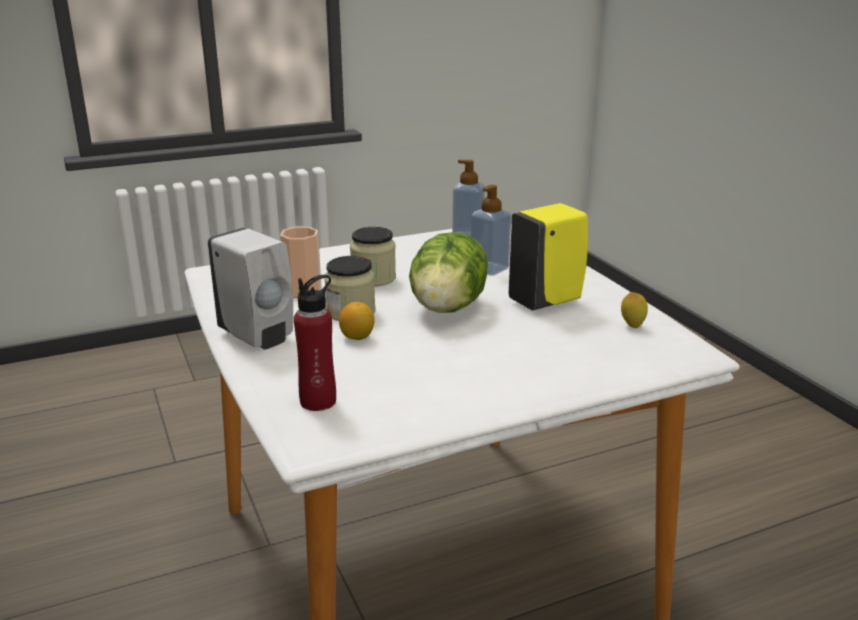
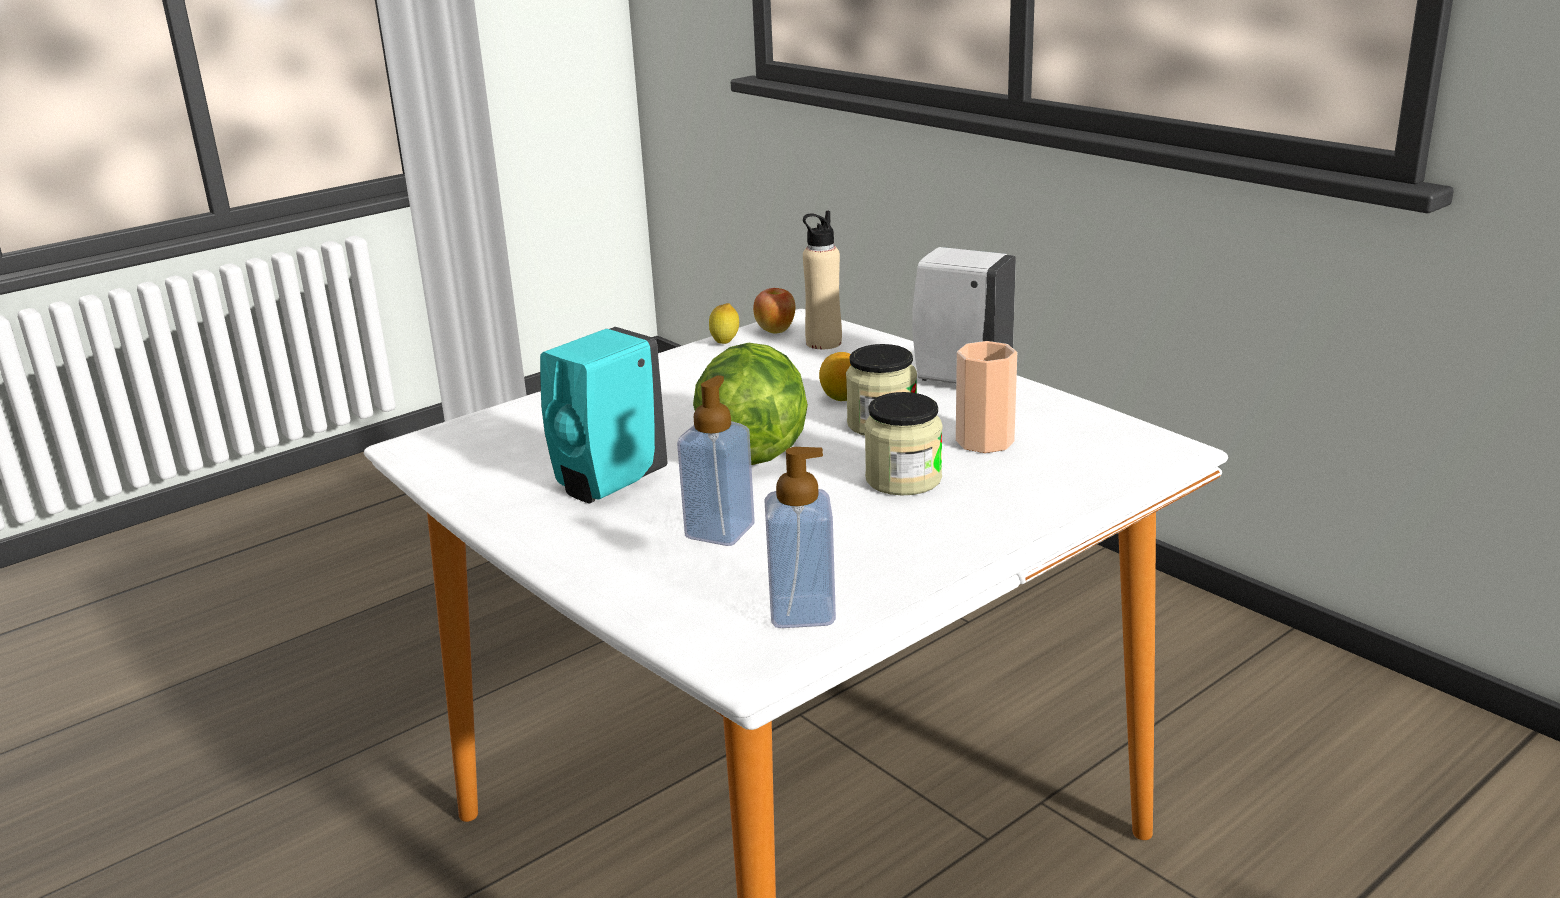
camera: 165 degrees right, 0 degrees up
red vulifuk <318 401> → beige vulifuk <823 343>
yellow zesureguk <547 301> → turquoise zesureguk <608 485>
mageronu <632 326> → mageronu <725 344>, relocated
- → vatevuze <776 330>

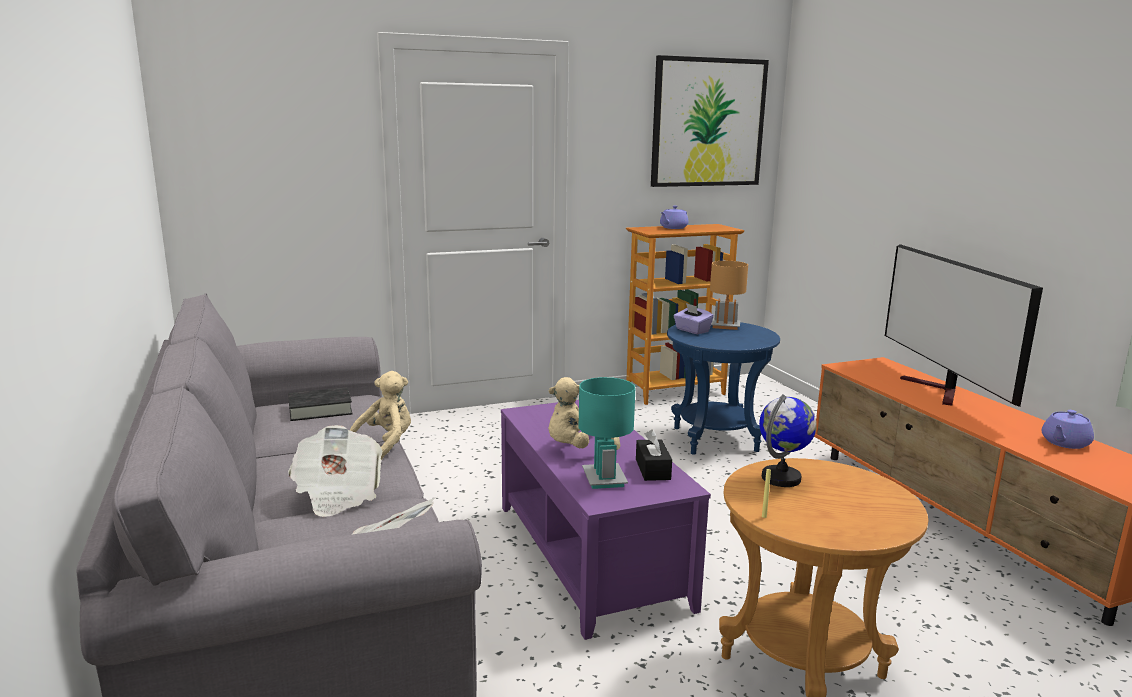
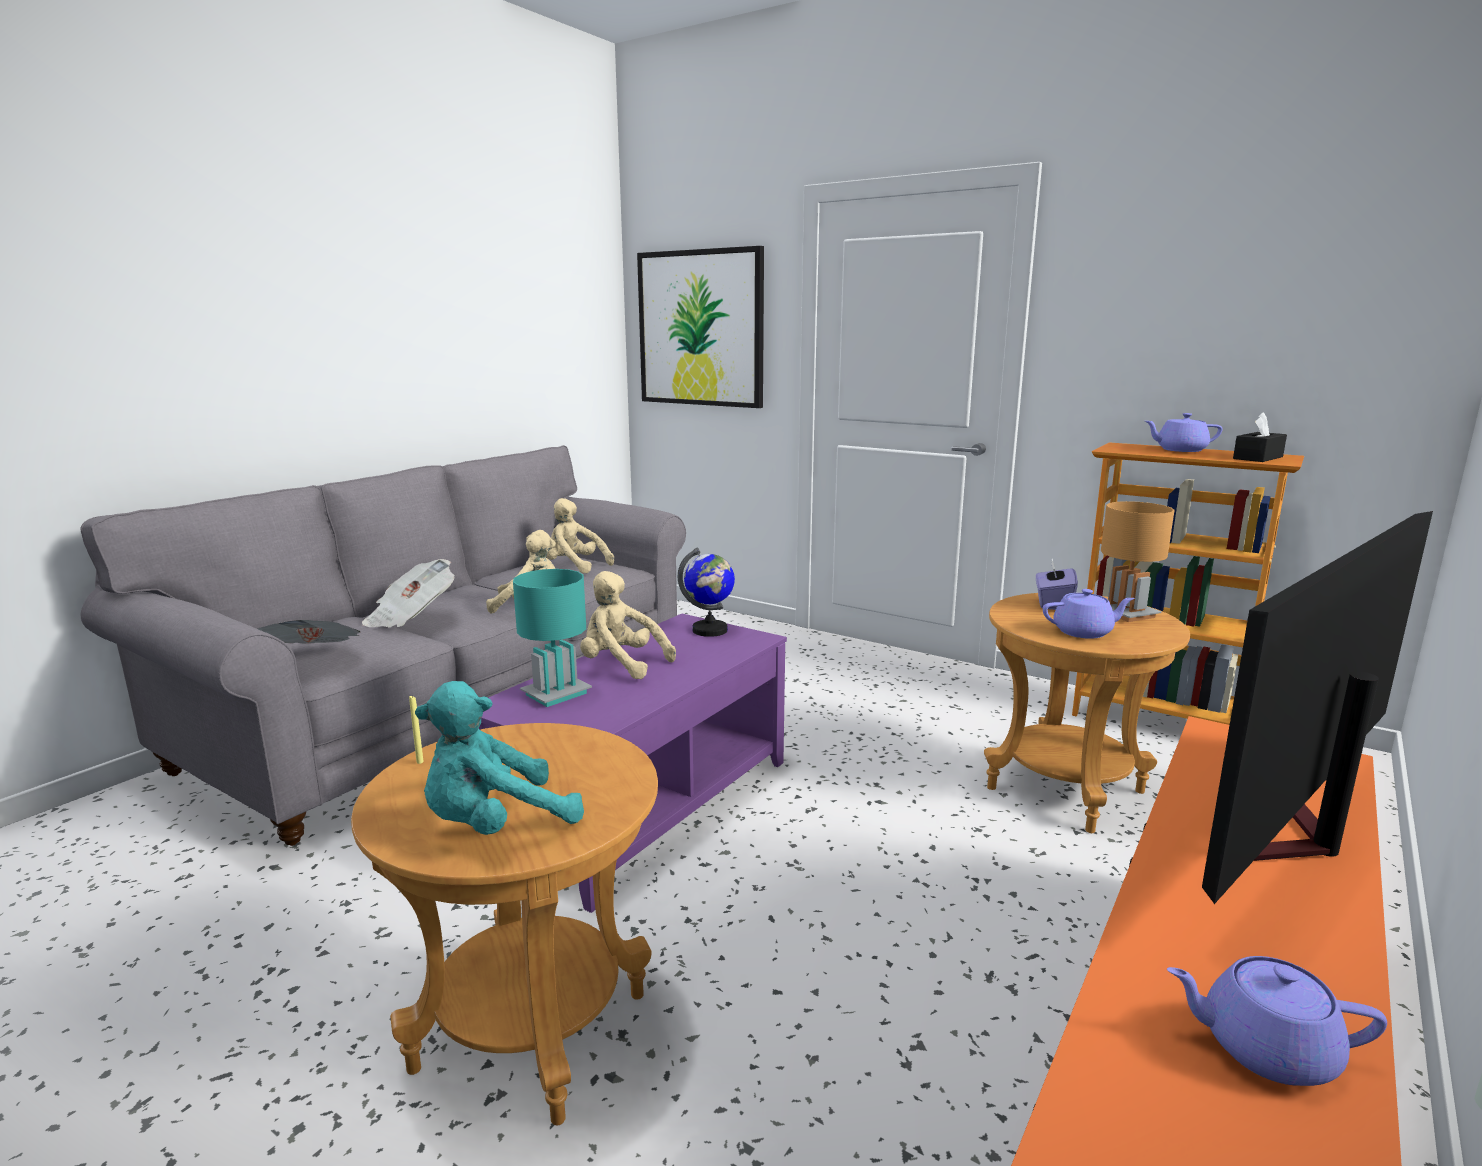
camera: 55 degrees right, 0 degrees up
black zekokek <320 409> → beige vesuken <574 567>
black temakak <652 469> → black temakak <1258 458>, relocated
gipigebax <708 123> → gipigebax <701 328>, relocated
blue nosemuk <715 439> → brown nosemuk <1065 789>
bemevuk <781 478> → bemevuk <710 630>, relocated
- → turquoise vesuken <495 825>
- → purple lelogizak <1084 632>

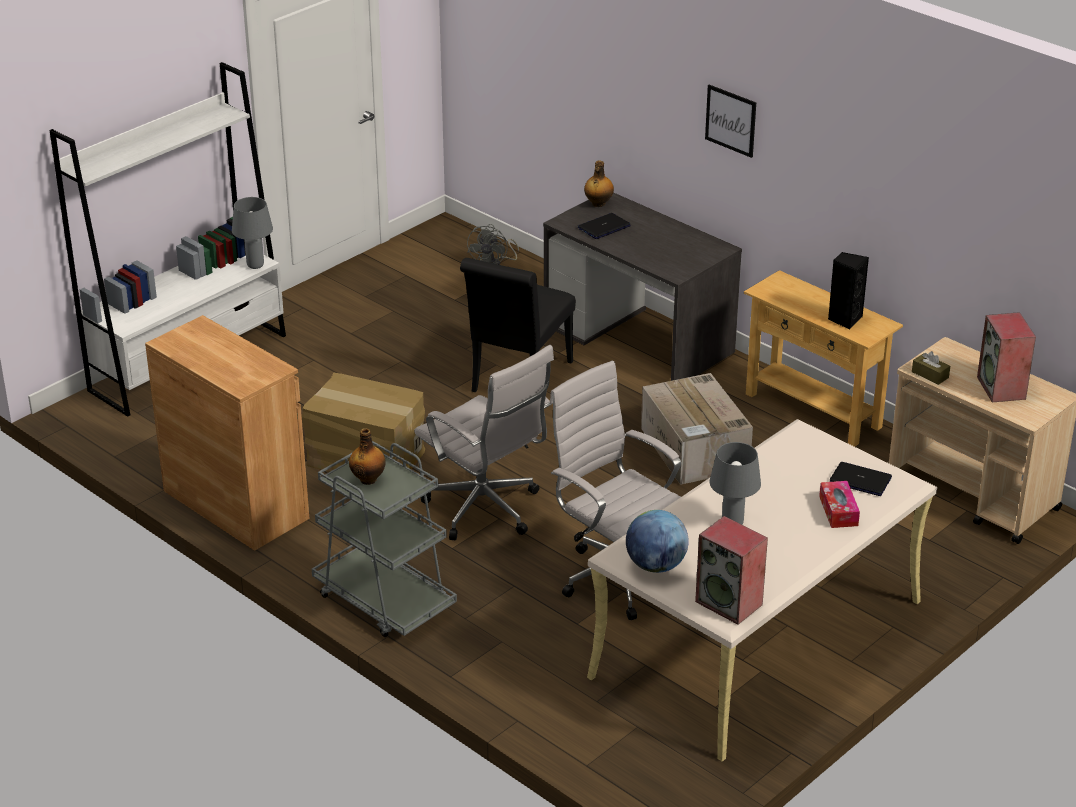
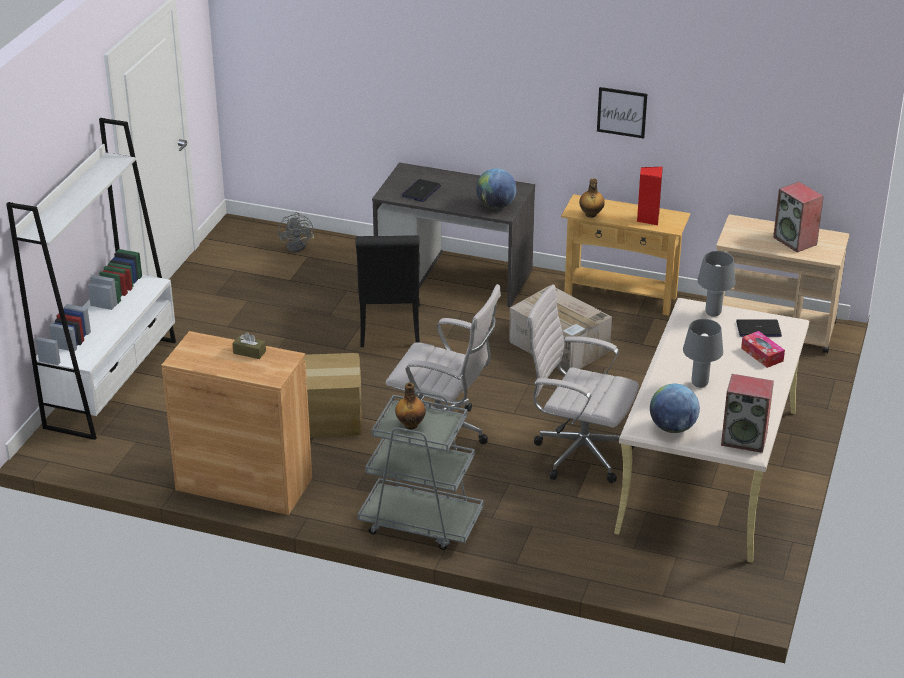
camera: 25 degrees left, 0 degrees up
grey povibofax <256 265> → grey povibofax <713 313>, relocated
vulifuk <598 204> → vulifuk <591 215>, relocated
gipigebax <731 120> → gipigebax <622 112>, relocated
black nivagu <844 319> → red nivagu <648 219>
brown temakak <930 375> → brown temakak <249 352>, relocated
- → bemevuk <495 206>

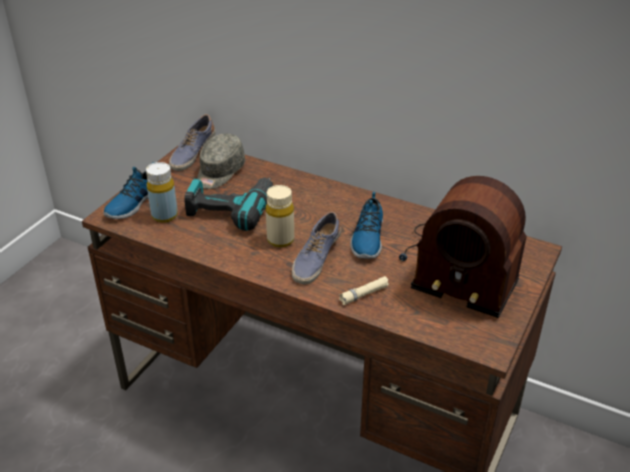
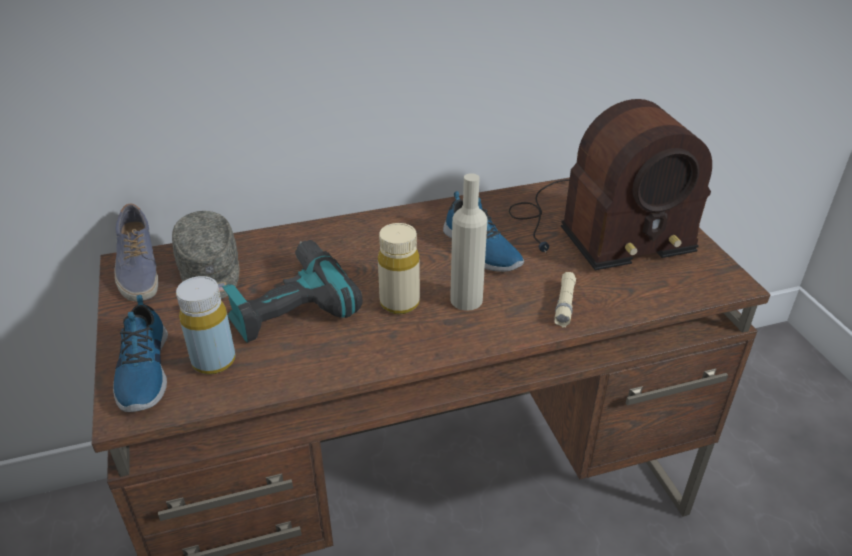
camera: 45 degrees left, 0 degrees up
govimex <315 259> → beige vulifuk <466 300>

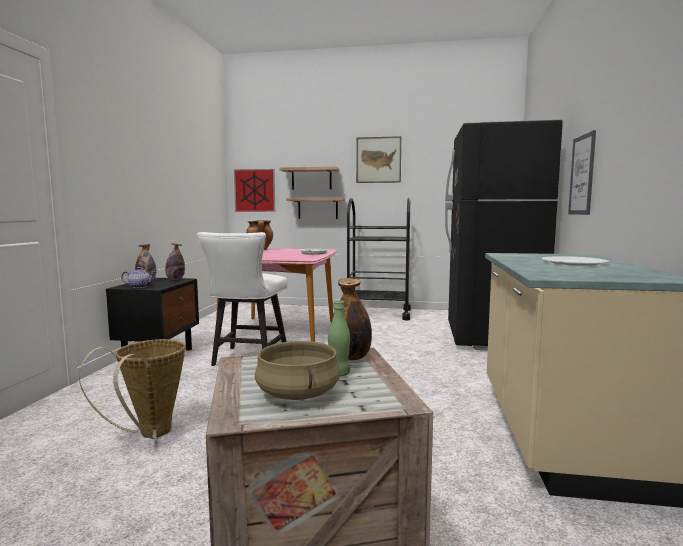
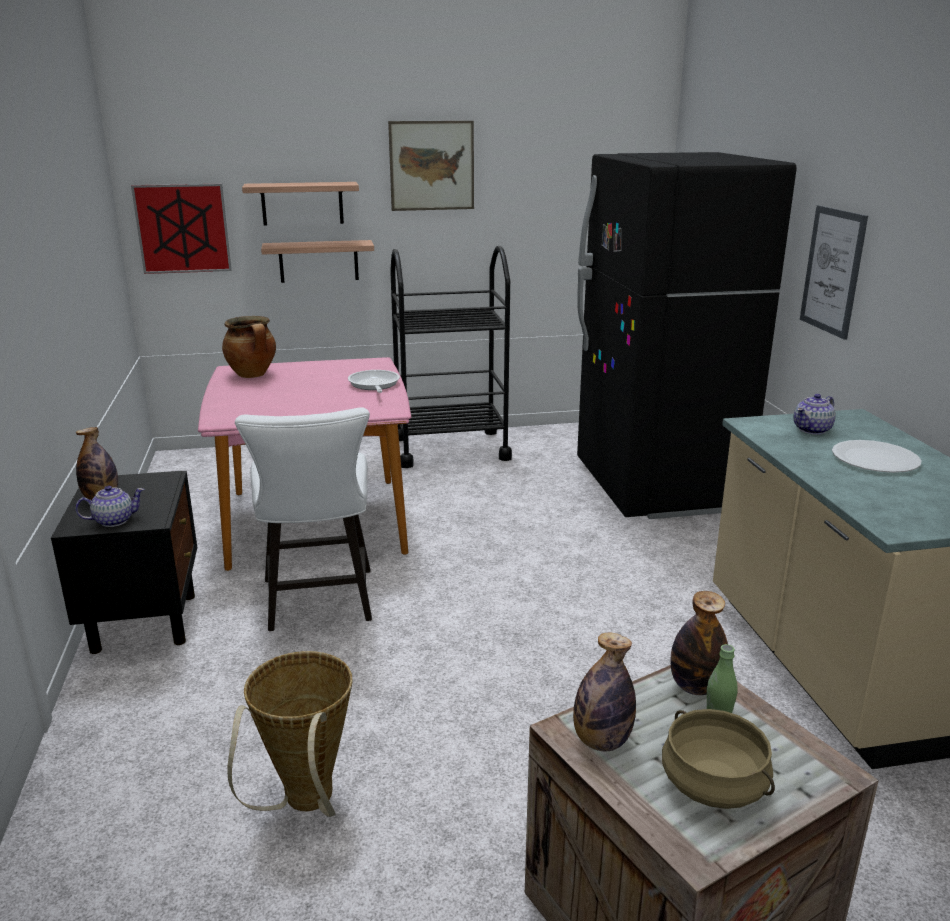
camera: 20 degrees left, 15 degrees up
vulifuk <175 279> → vulifuk <601 741>, relocated
- → lelogizak <812 430>

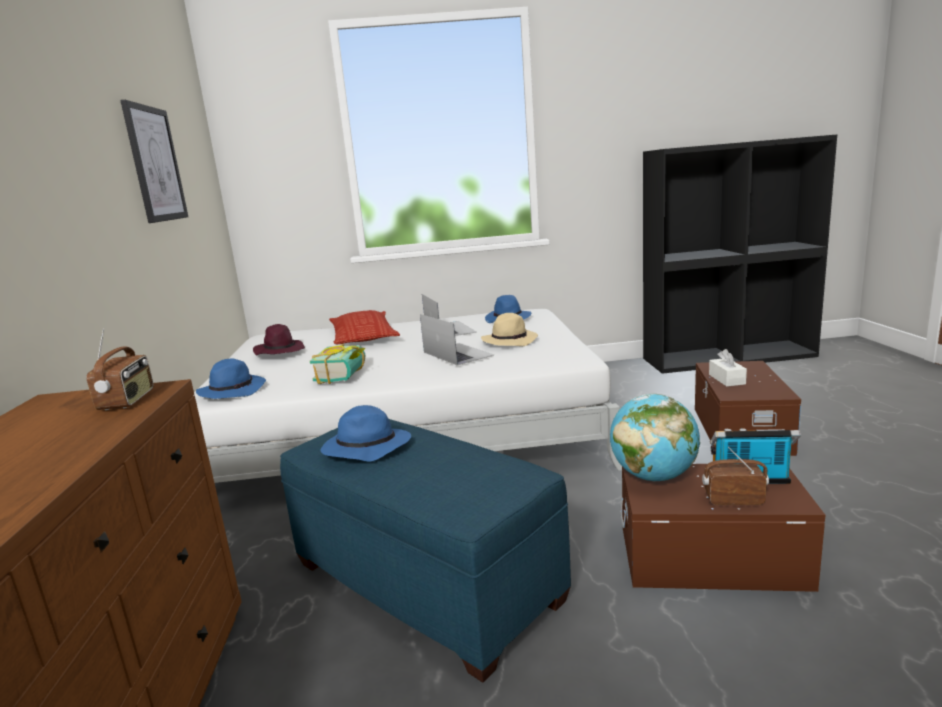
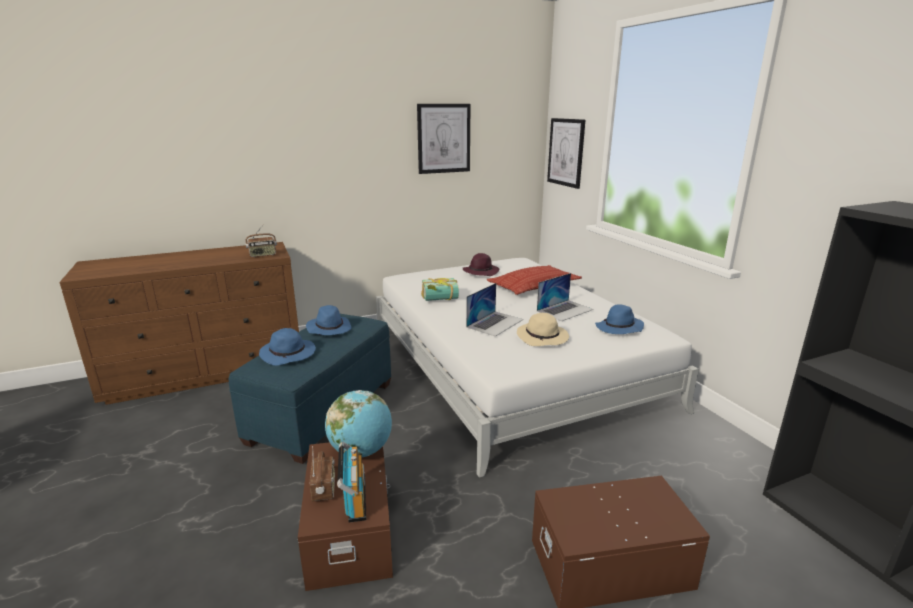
camera: 70 degrees right, 5 degrees up
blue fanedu <233 390> → blue fanedu <288 354>, relocated
white temakak <726 379> → -
- → gipigebax <566 152>

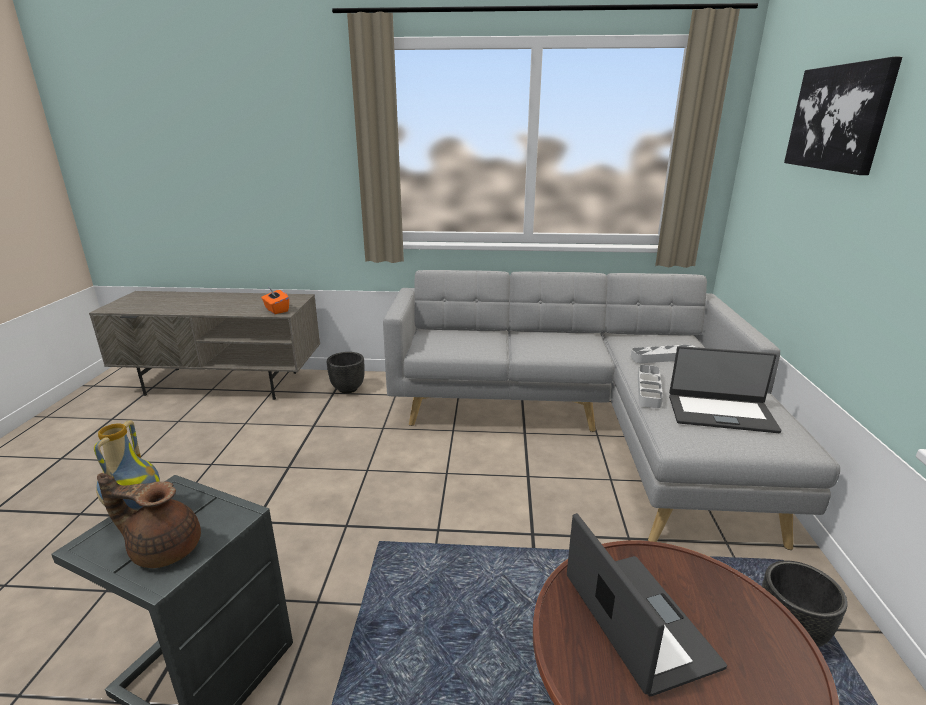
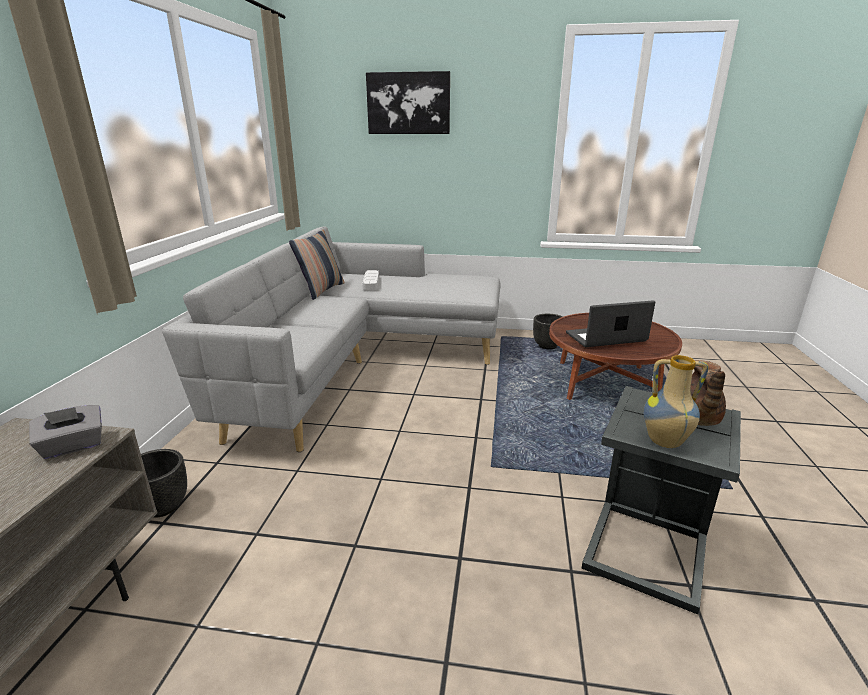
camera: 85 degrees left, 0 degrees up
orange temakak <276 310> → grey temakak <73 446>
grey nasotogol <648 389> → -
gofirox <720 413> → -
- → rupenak <321 290>

